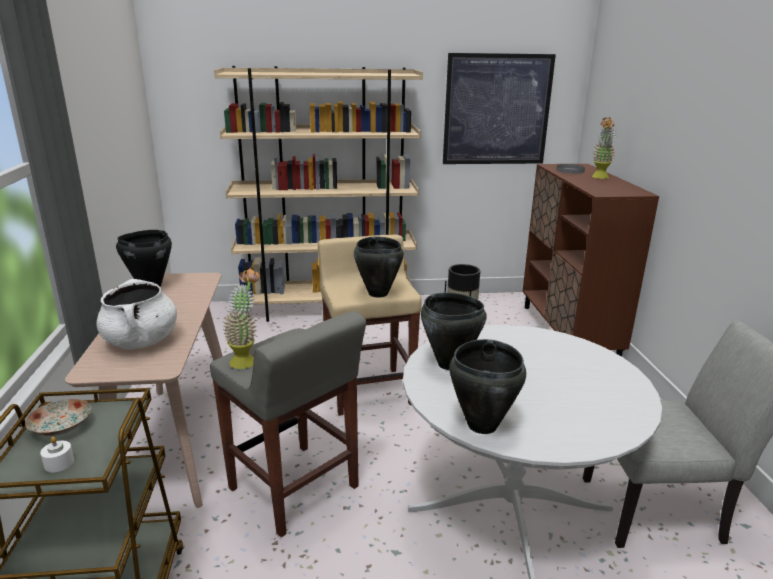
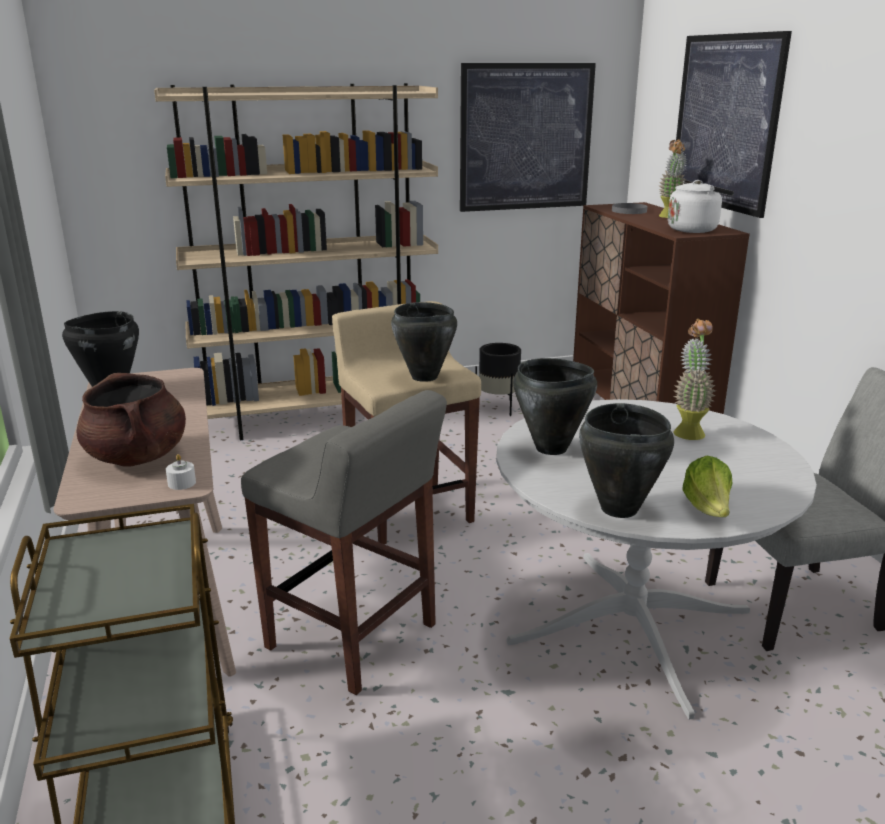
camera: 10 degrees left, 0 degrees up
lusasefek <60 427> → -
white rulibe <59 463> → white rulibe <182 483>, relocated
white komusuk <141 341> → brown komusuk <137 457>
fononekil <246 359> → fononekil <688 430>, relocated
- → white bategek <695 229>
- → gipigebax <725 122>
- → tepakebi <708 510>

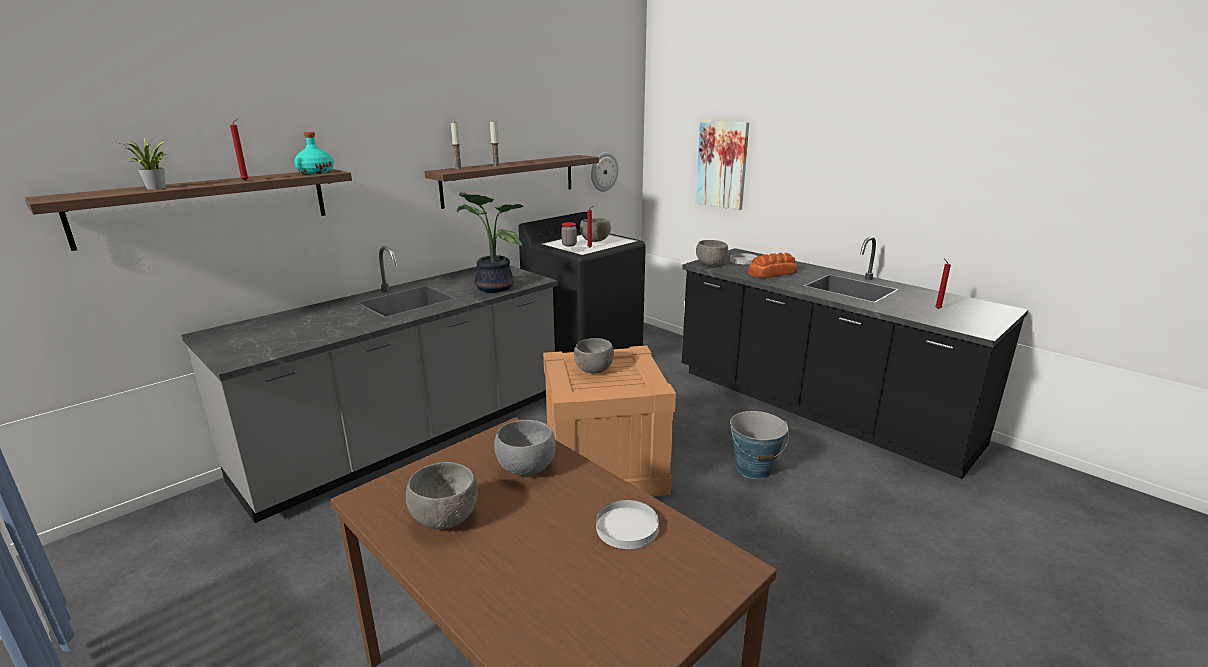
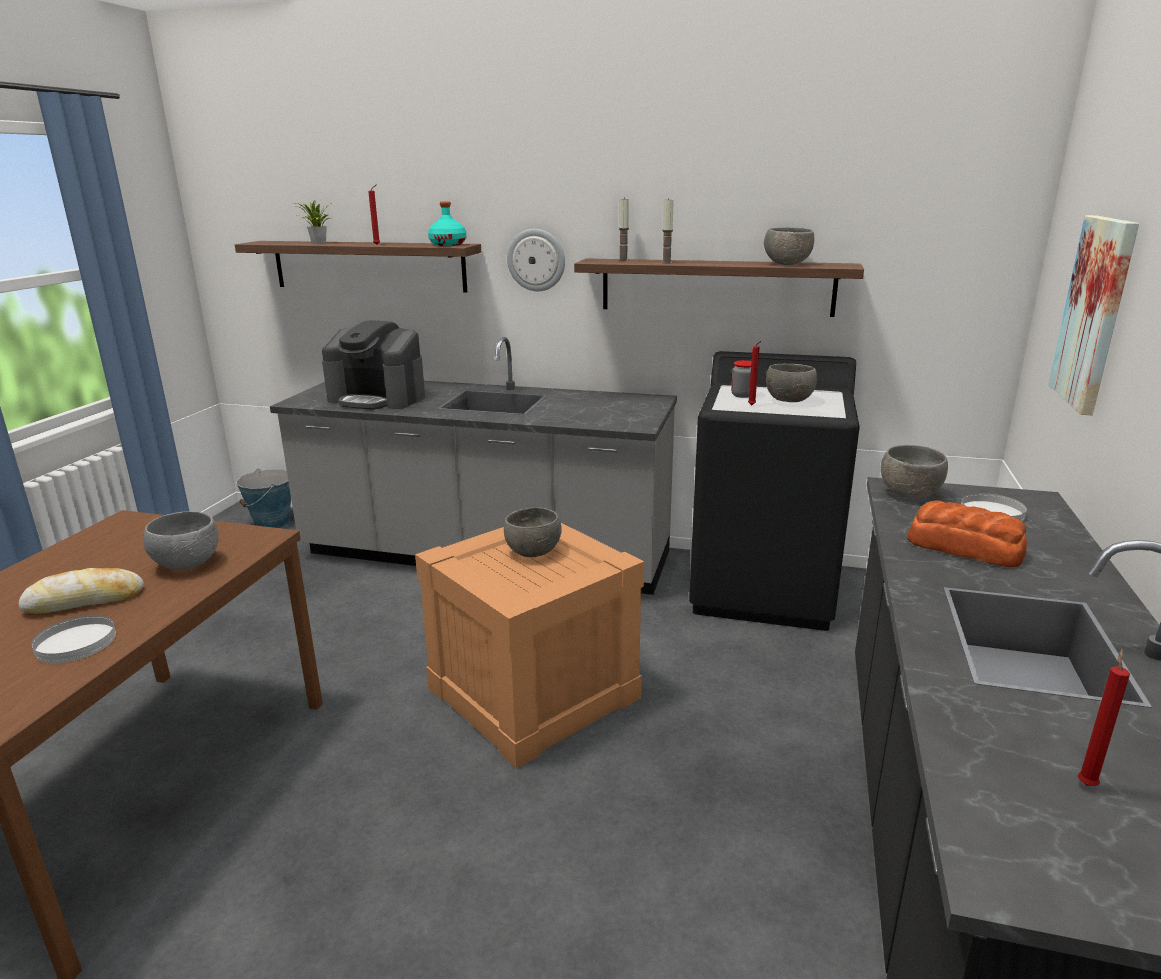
camera: 60 degrees right, 0 degrees up
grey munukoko <445 519> → grey munukoko <786 264>, relocated
fononekil <492 287> → -
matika <603 171> → matika <536 260>, relocated
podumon <754 469> → podumon <272 523>, relocated
- → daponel <85 601>
- → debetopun <378 398>

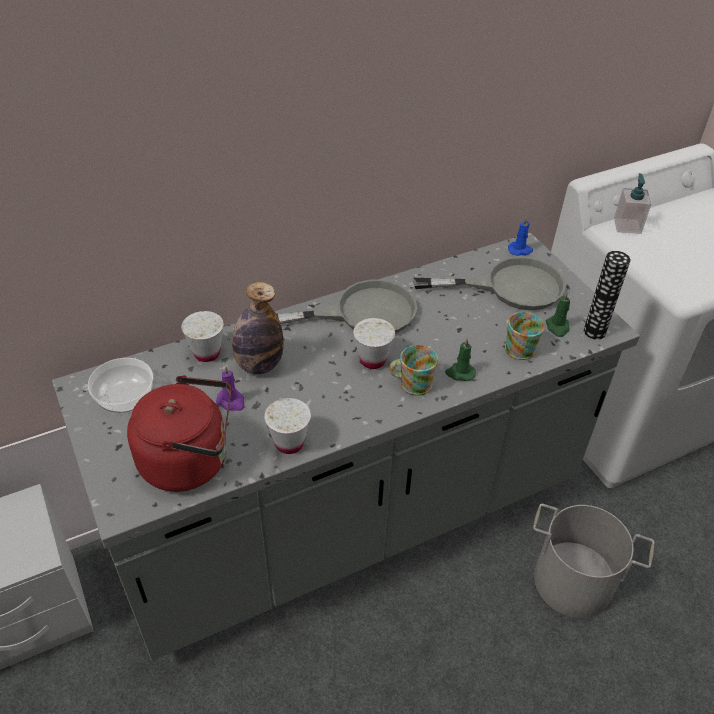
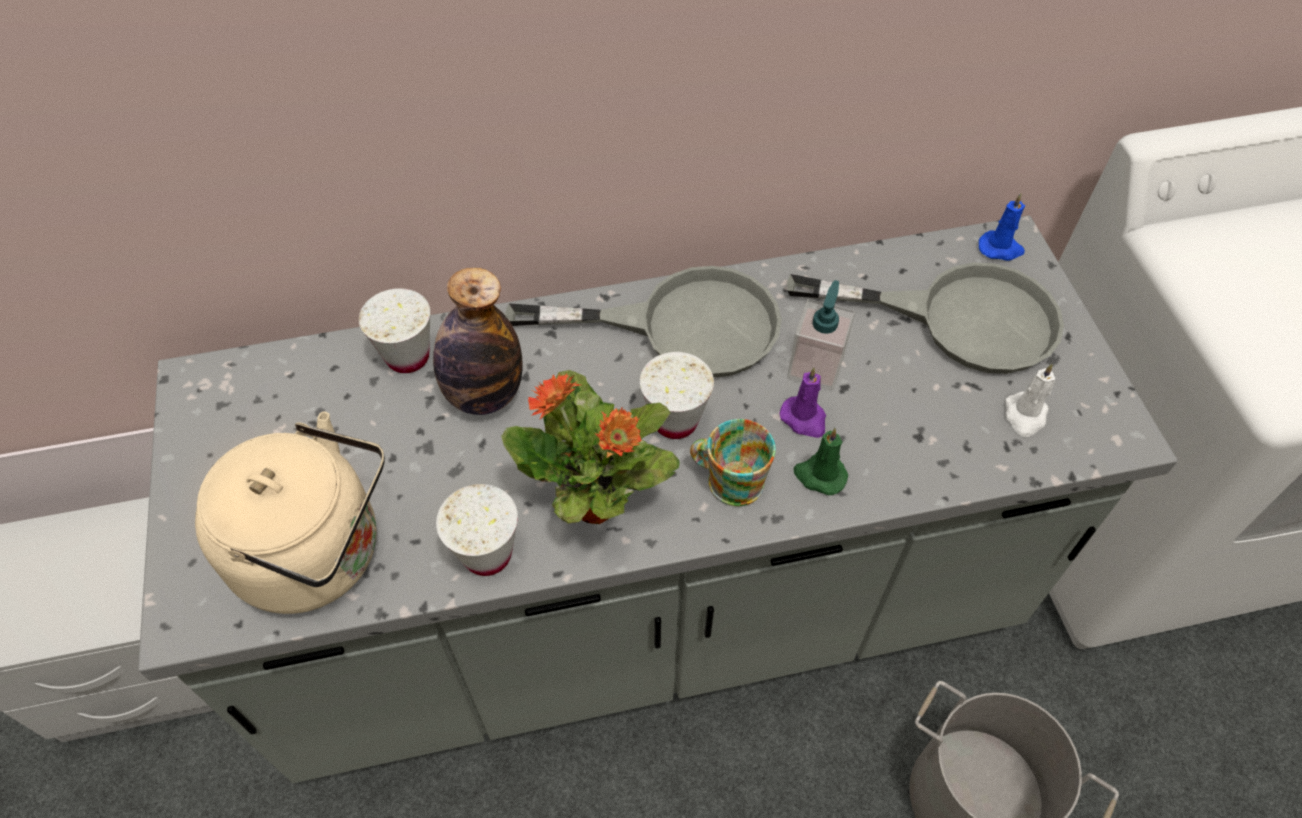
camera: 15 degrees right, 10 degrees up
munukoko <125 397> → -
red bategek <190 460> → beige bategek <319 554>
purple rulibe <231 401> → purple rulibe <804 419>, relocated
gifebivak <520 346> → -
green rulibe <557 327> → white rulibe <1025 416>
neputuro <594 332> → -
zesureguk <627 226> → zesureguk <815 366>, relocated
- → fononekil <598 503>

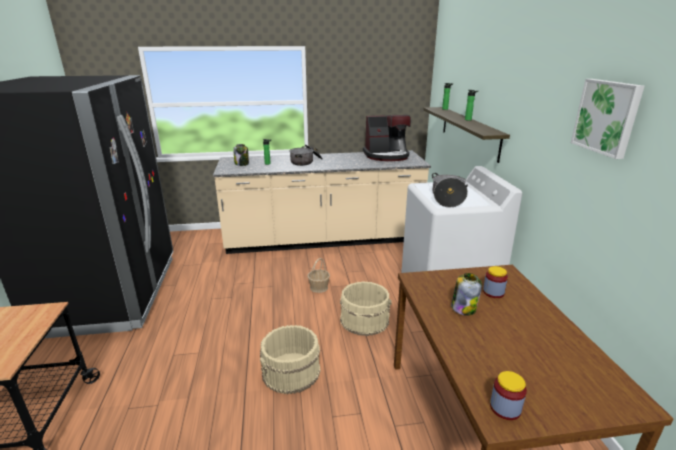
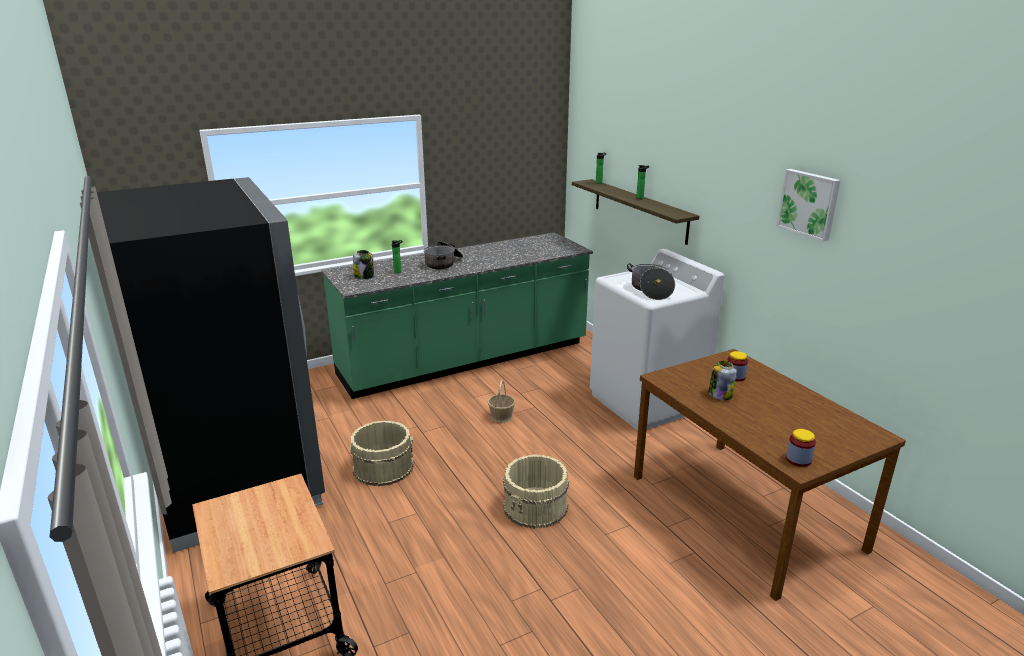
camera: 20 degrees left, 0 degrees up
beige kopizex <323 240> → green kopizex <465 360>
beige podumon <364 319> → beige podumon <383 467>, relocated
debetopun <386 156> → -

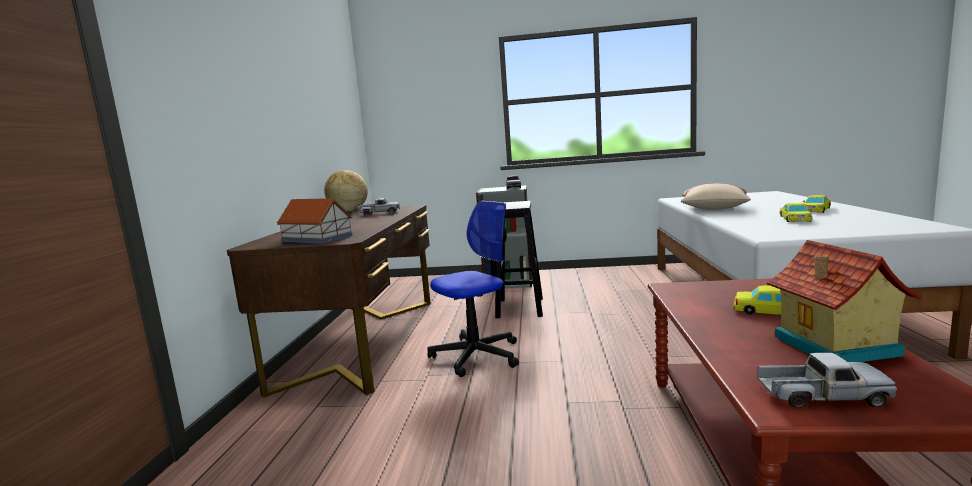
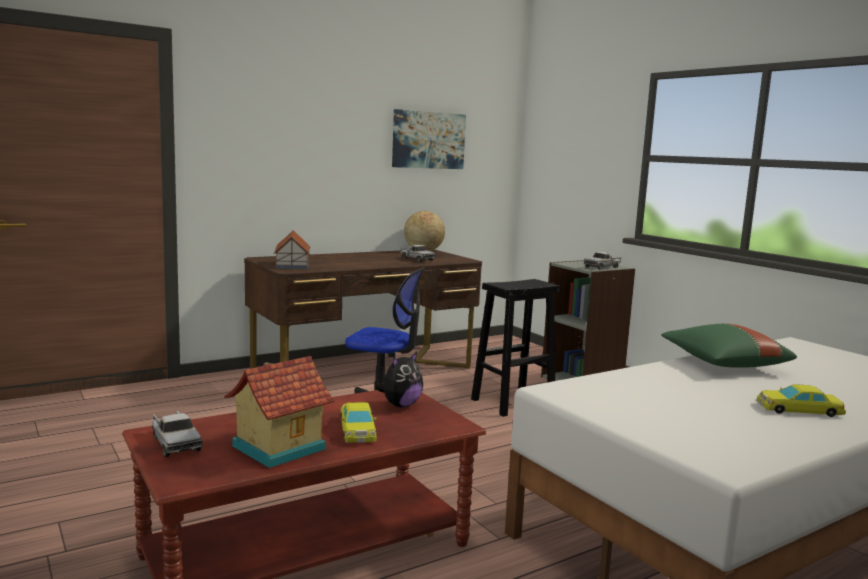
camera: 50 degrees right, 0 degrees up
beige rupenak <714 209> → green rupenak <723 363>
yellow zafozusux <795 219> → -
- → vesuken <400 405>
- → gipigebax <428 140>

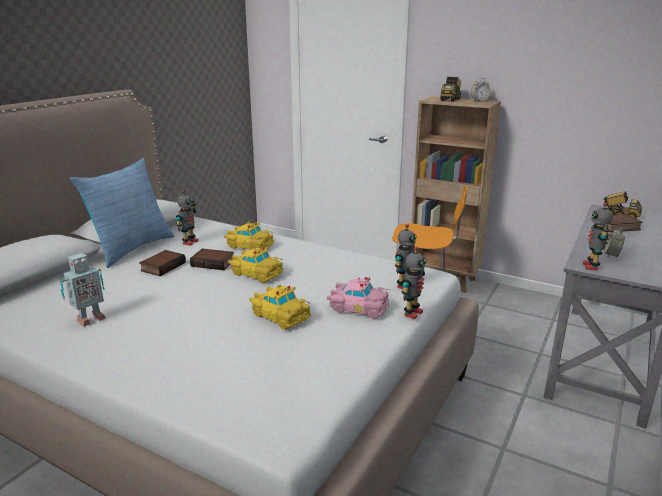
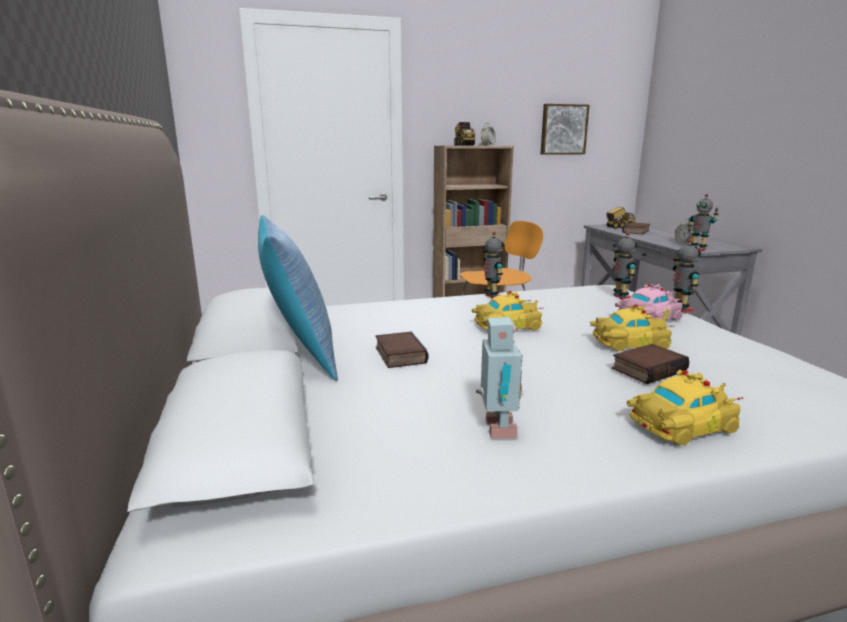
camera: 45 degrees left, 5 degrees down
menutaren <189 242> → menutaren <492 297>, relocated
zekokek <214 263> → zekokek <647 369>, relocated
yellow zafozusux <249 245> → yellow zafozusux <679 426>, relocated
- → gipigebax <563 129>

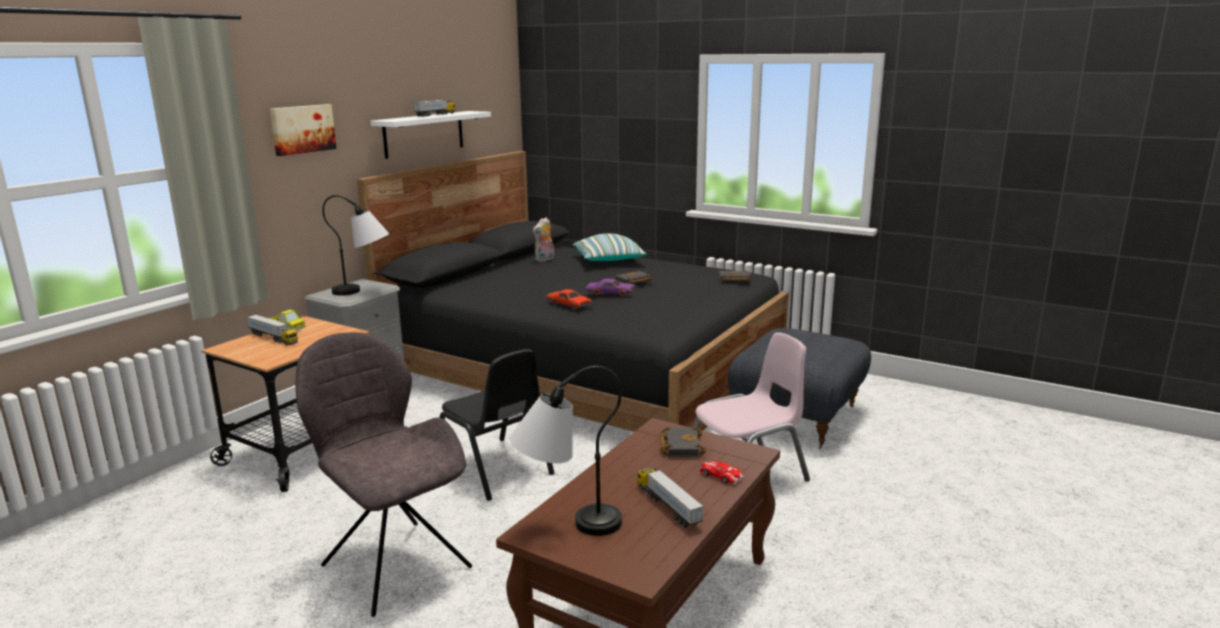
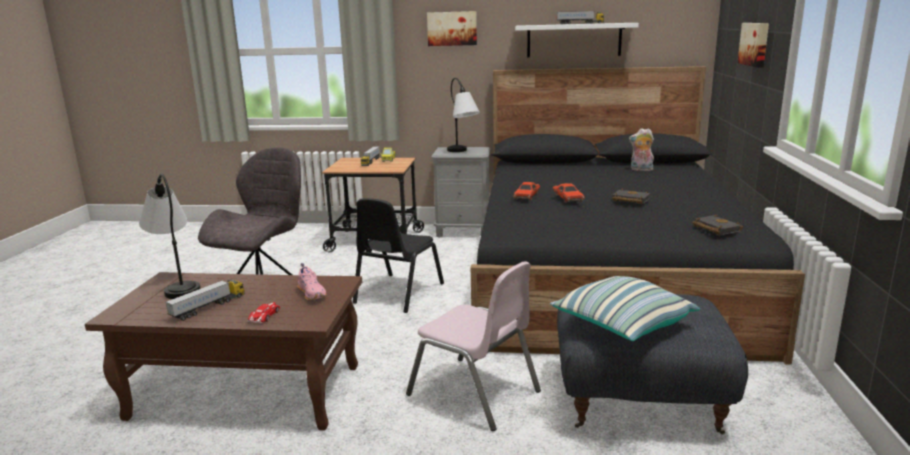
camera: 65 degrees right, 0 degrees up
rupenak <609 261> → rupenak <622 325>, relocated
purple zafozusux <610 293> → red zafozusux <567 198>
black zekokek <679 445> → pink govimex <312 293>
- → gipigebax <755 44>

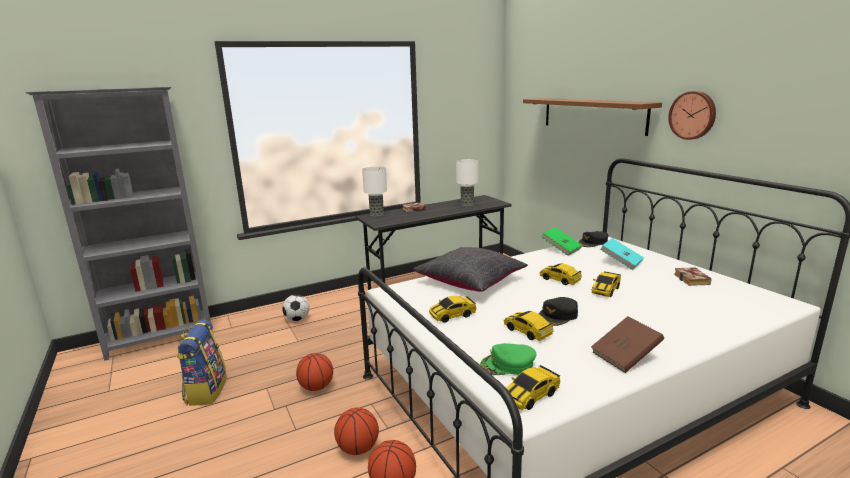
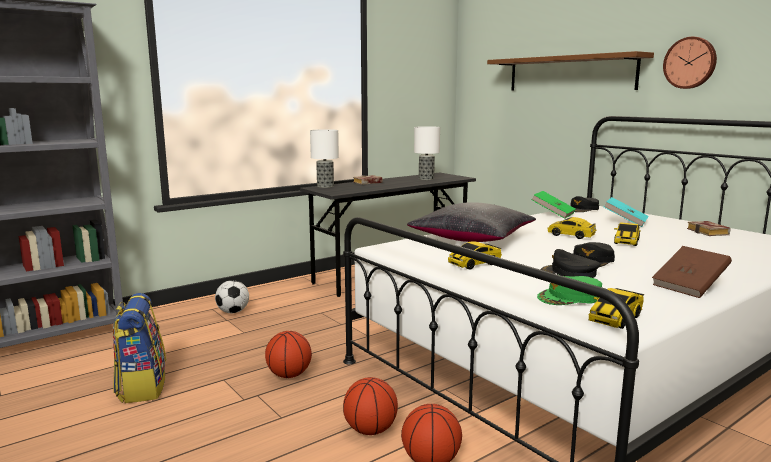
camera: 10 degrees left, 5 degrees down
zafozusux <527 331> → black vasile <569 273>

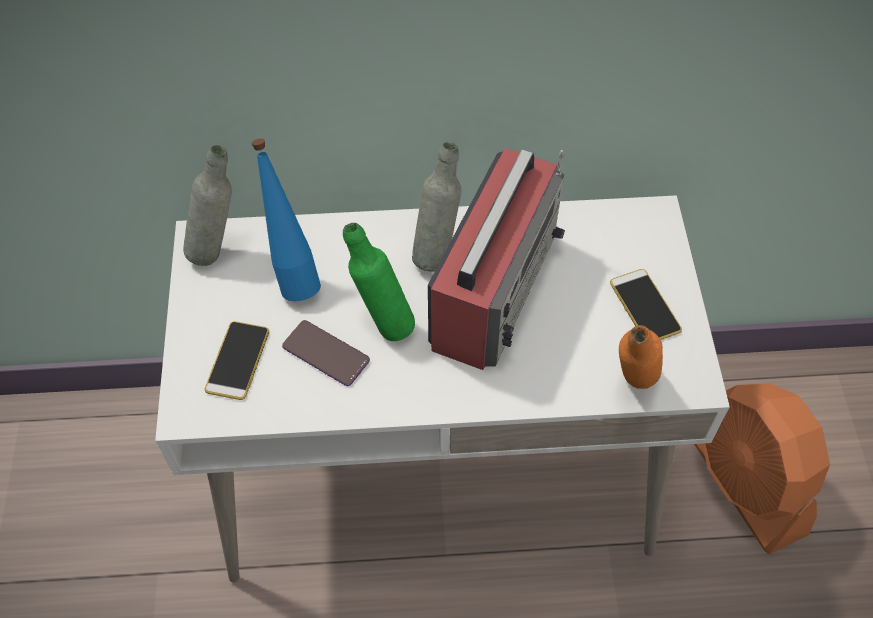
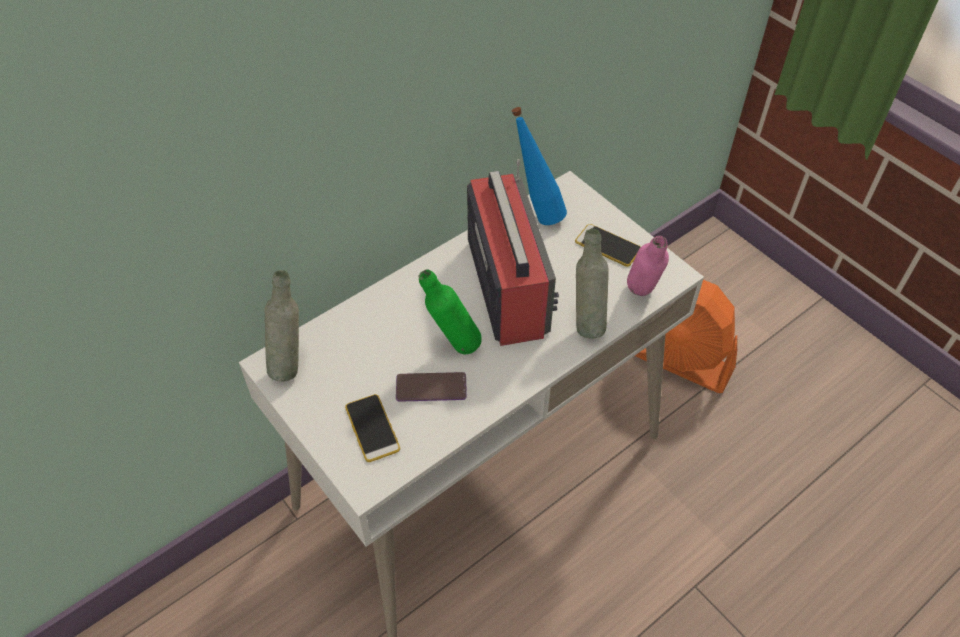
camera: 35 degrees left, 5 degrees down
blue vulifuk <293 275> → blue vulifuk <536 213>, relocated
grey vulifuk <436 252> → grey vulifuk <587 322>, relocated
orange vulifuk <630 389> → pink vulifuk <641 298>

